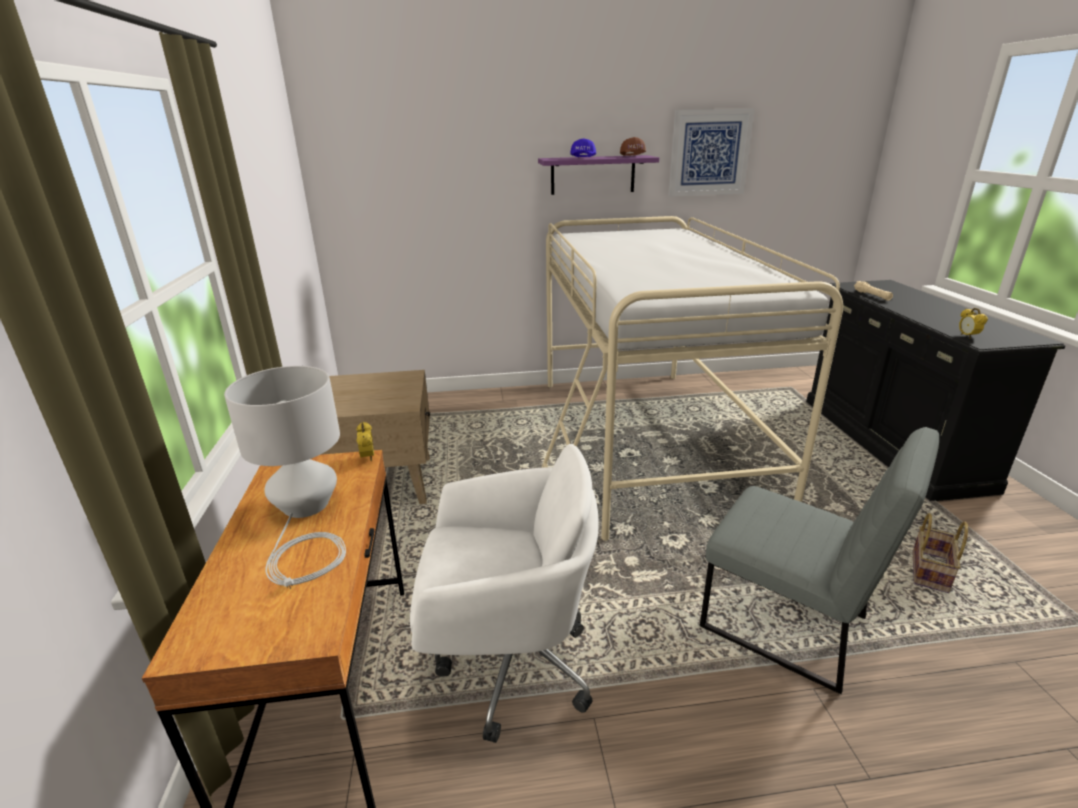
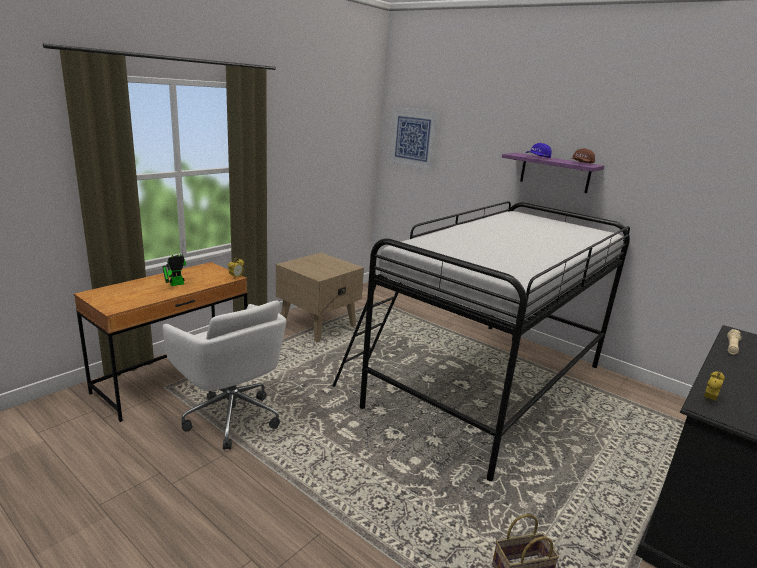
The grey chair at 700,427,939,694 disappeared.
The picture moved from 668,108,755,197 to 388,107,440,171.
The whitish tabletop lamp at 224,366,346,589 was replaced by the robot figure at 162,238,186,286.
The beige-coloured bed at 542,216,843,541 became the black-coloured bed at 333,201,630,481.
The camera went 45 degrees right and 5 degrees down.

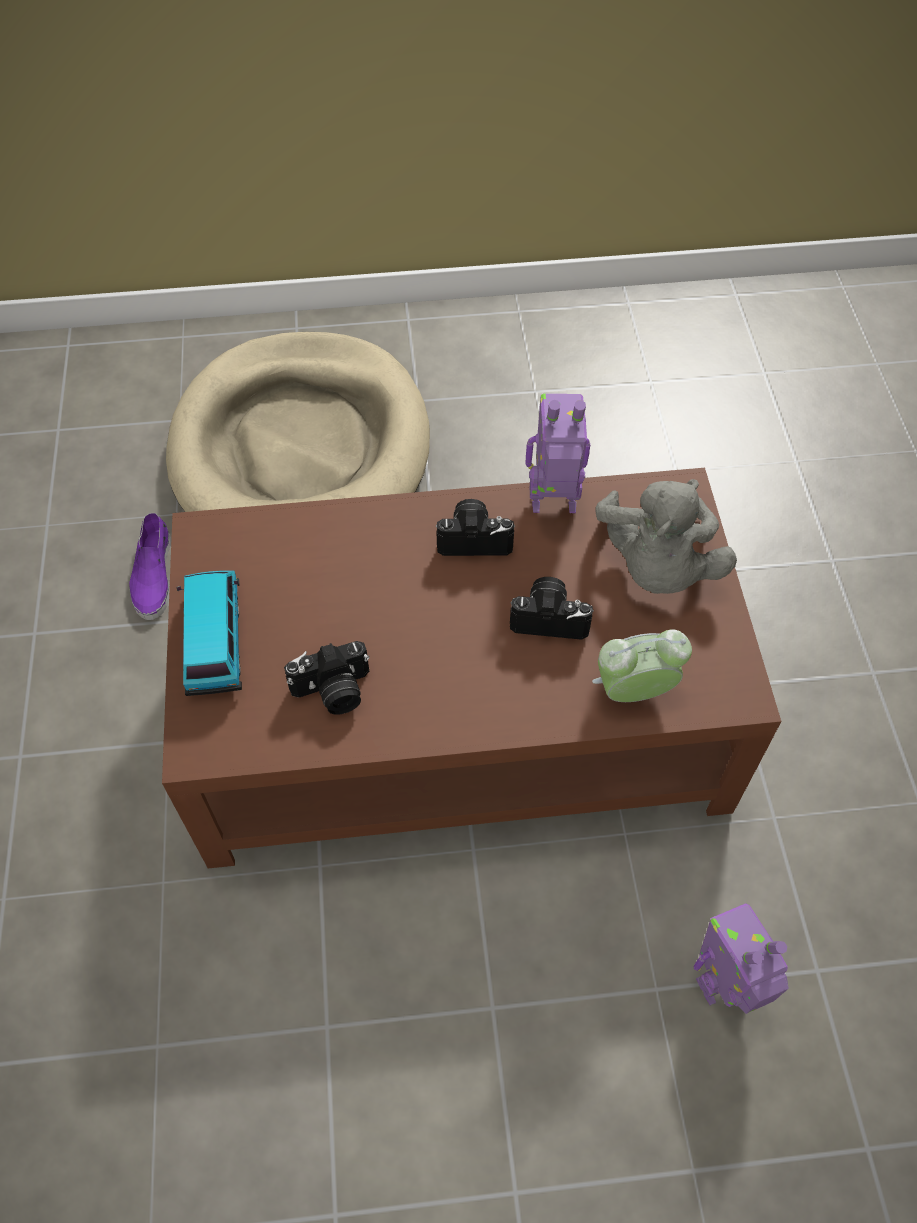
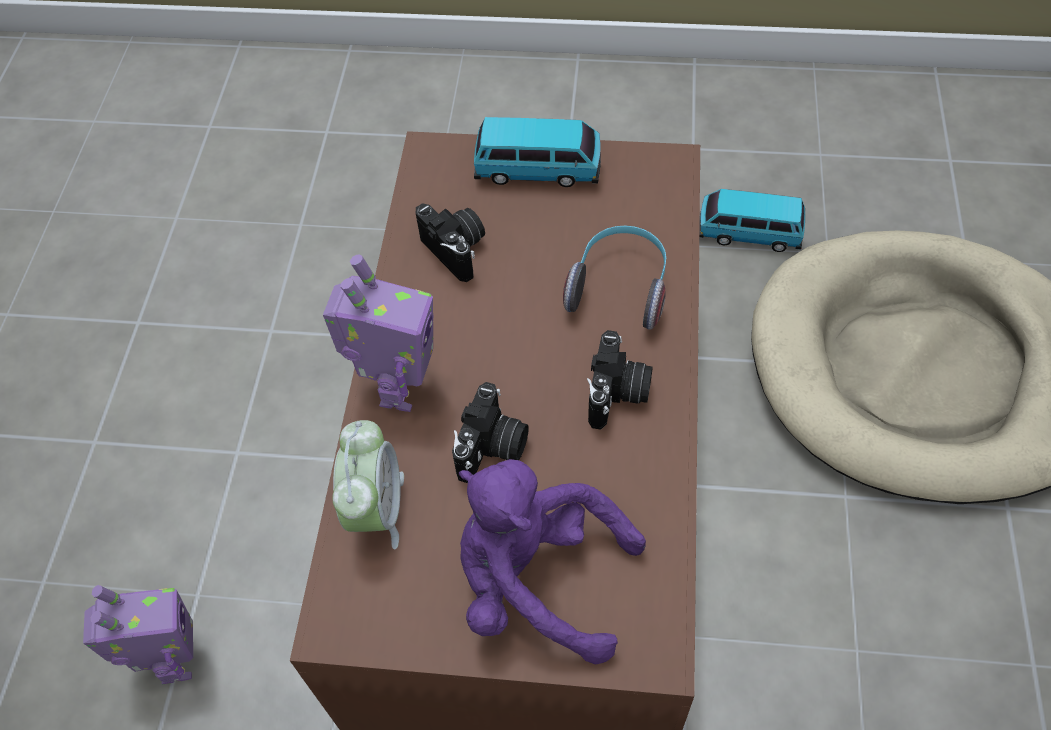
The headphones at 563,226,666,330 appeared.
The robot figure moved from 525,393,590,513 to 323,254,433,412.
The purple low shoe at 129,513,171,620 was replaced by the model car at 699,189,805,252.
The grey plush toy at 595,479,737,594 became the purple plush toy at 459,459,646,664.
The photo camera at 284,641,369,715 turned 150 degrees clockwise.
The camera went 105 degrees right and 0 degrees up.

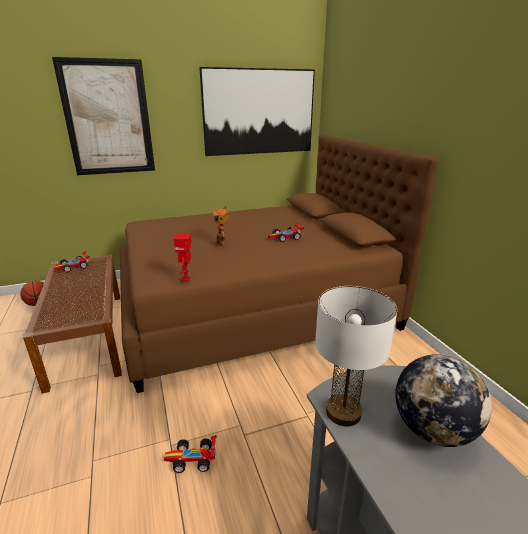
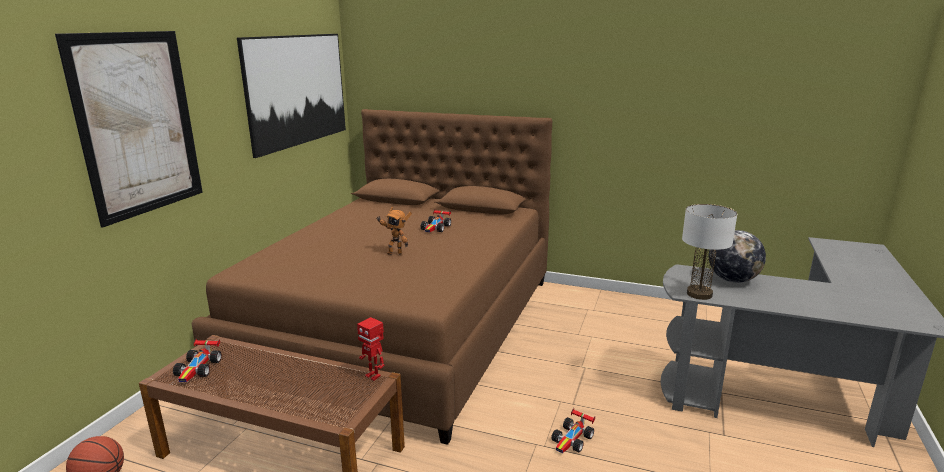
The robot figure moved from 174,234,191,282 to 357,317,384,381.
The camera went 50 degrees left and 5 degrees down.

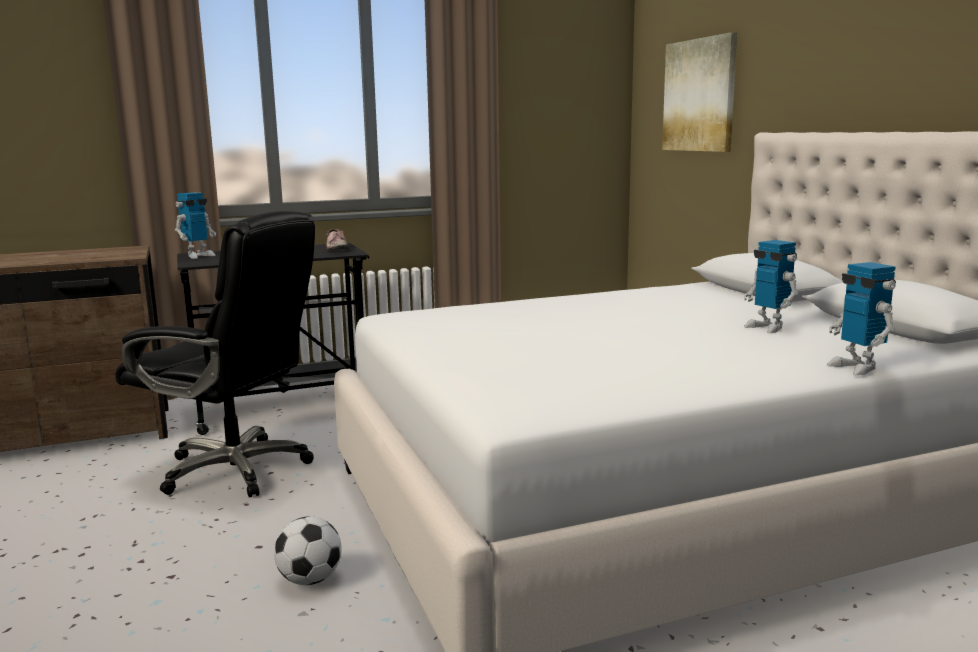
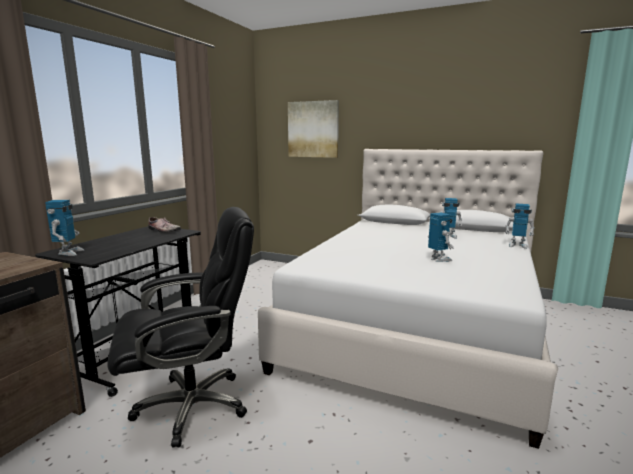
The football ball at 274,516,342,585 disappeared.
The robot figure at 428,212,454,262 appeared.
The camera went 45 degrees left and 0 degrees up.

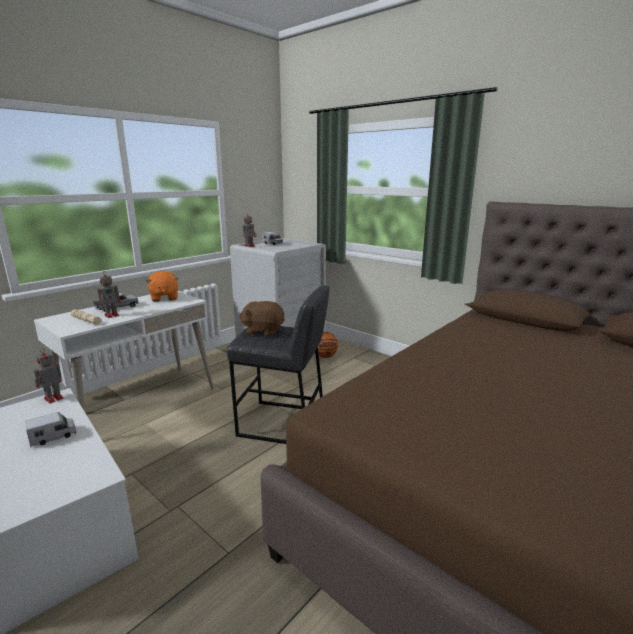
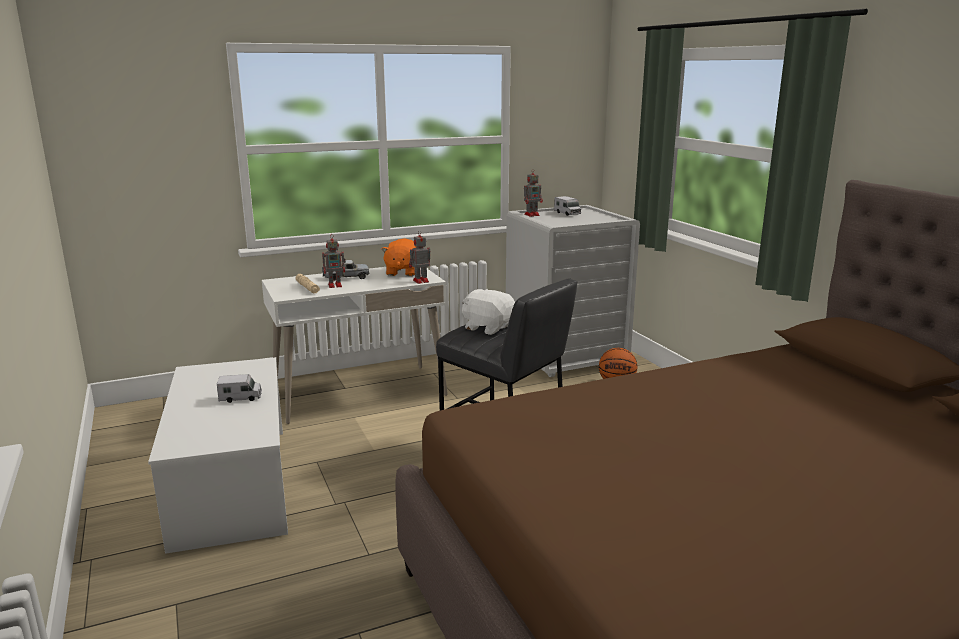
The robot figure moved from 34,348,64,404 to 409,231,430,284.
The brown-coloured plush toy at 239,301,285,336 became the whitish plush toy at 462,289,515,335.
The camera went 25 degrees right and 0 degrees up.

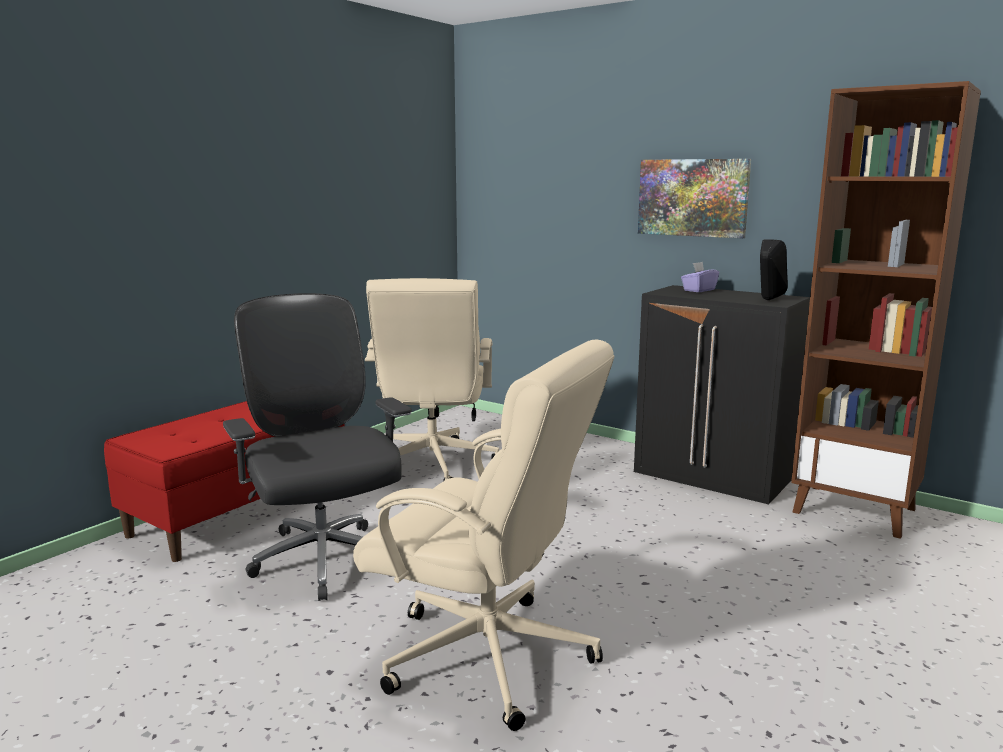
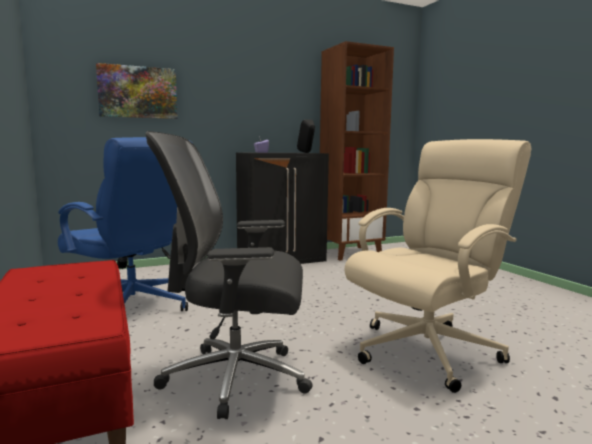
The picture moved from 638,159,751,239 to 96,63,178,119.
The beige-coloured computer chair at 365,278,499,481 became the bluish computer chair at 58,137,191,311.
The camera went 60 degrees left and 5 degrees down.

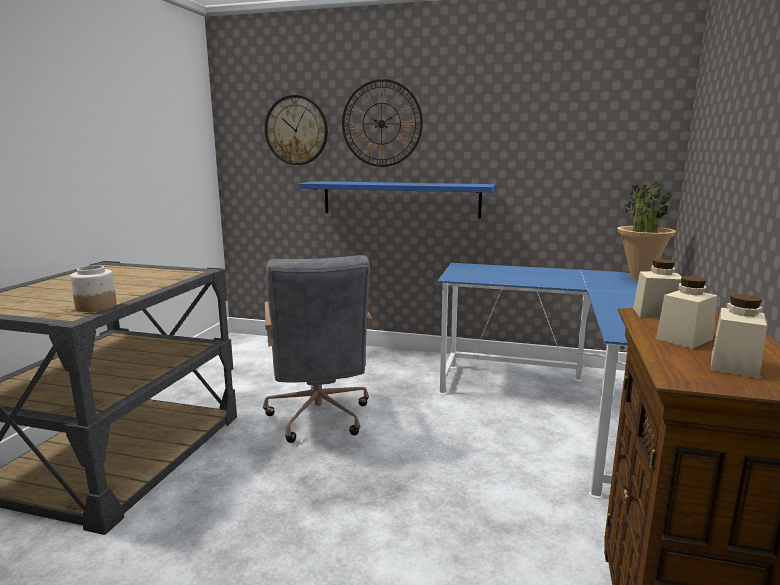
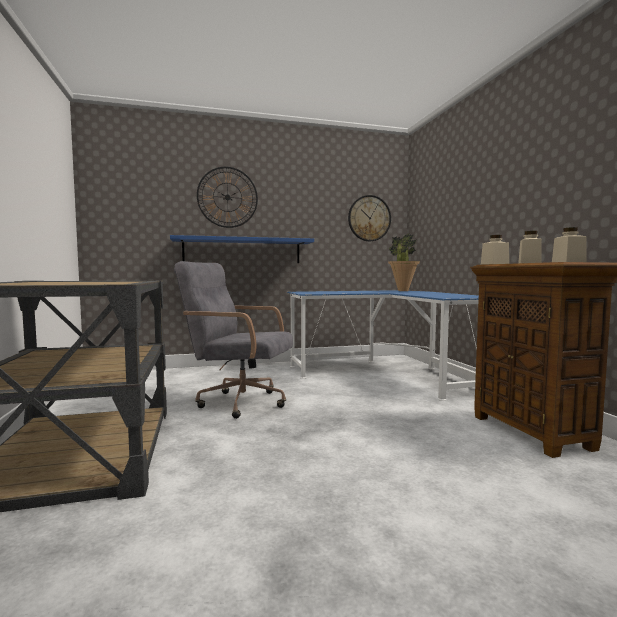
The jar at 70,265,117,312 disappeared.
The clock on the wall moved from 265,95,328,165 to 348,195,391,241.
The grey computer chair at 263,255,372,443 turned 150 degrees clockwise.
The camera went 30 degrees left and 10 degrees down.

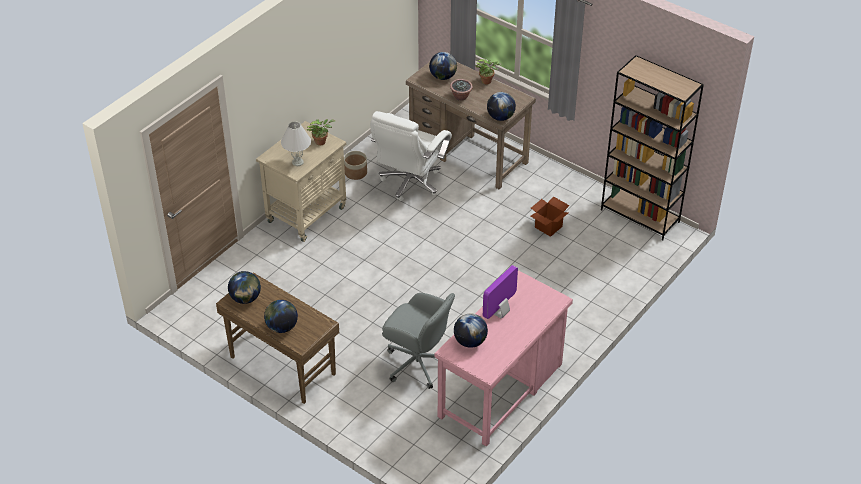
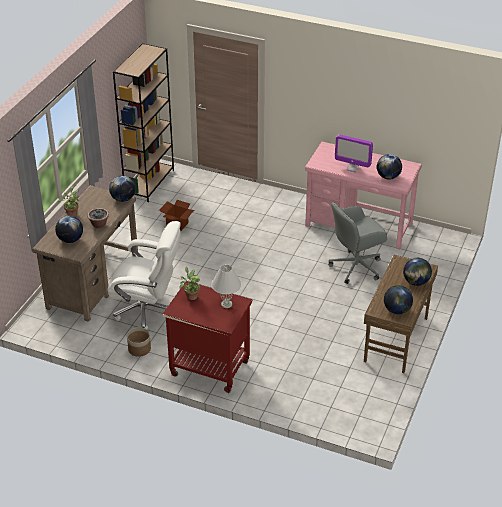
The beige-coloured trolley at 256,121,346,242 became the red-coloured trolley at 163,281,253,393.
The grey computer chair at 382,293,455,389 turned 135 degrees counterclockwise.
The camera went 105 degrees left and 5 degrees down.

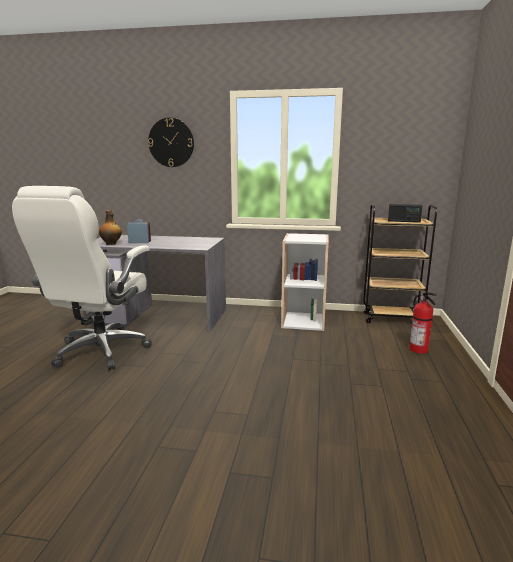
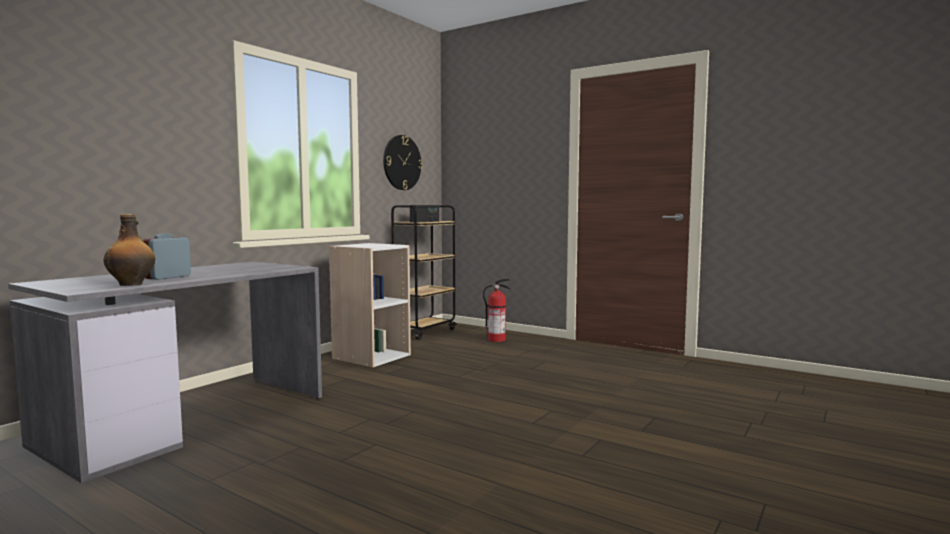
The whitish computer chair at 12,186,152,370 disappeared.
The clock on the wall moved from 148,118,194,167 to 383,135,423,190.
The camera went 65 degrees left and 10 degrees down.

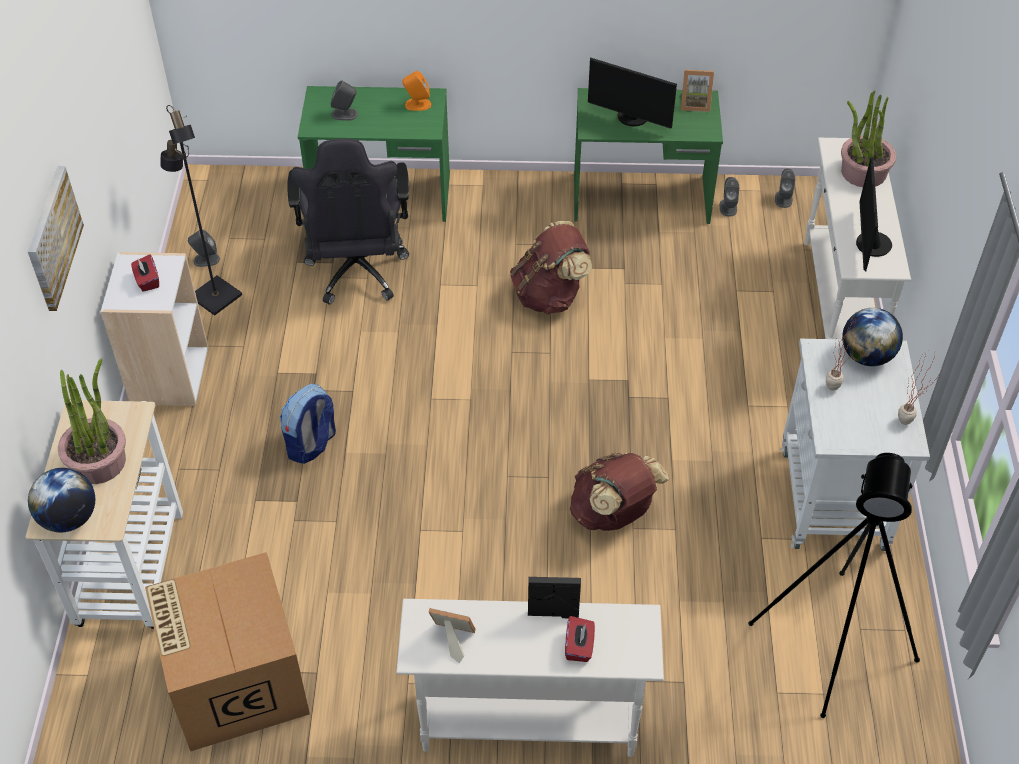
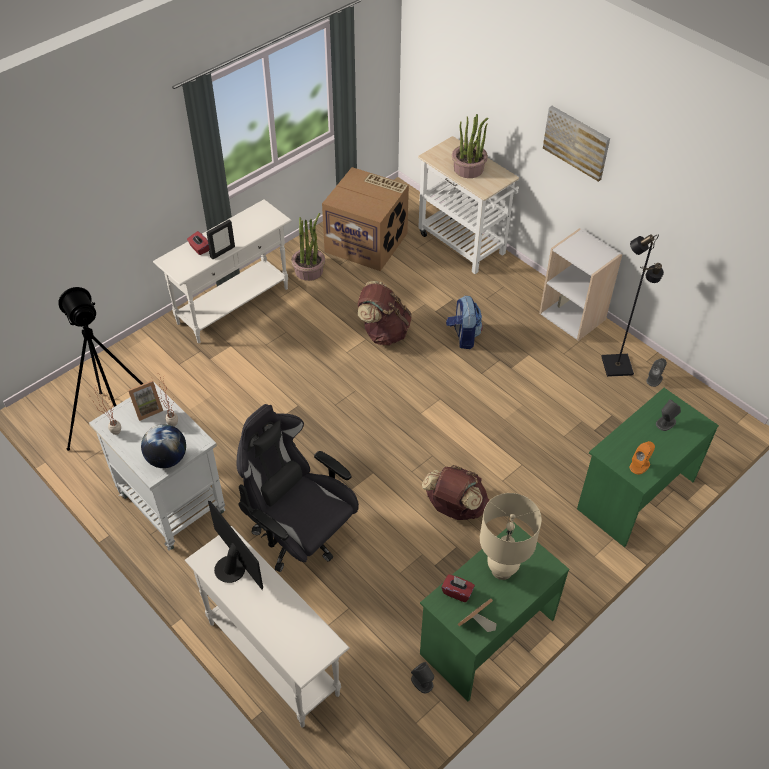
The world globe at 28,468,95,532 disappeared.
The grey speaker at 775,169,795,208 disappeared.
The red-coloured box of tissues moved from 131,254,159,292 to 441,574,475,602.
The black-coloured computer chair moved from 287,139,409,305 to 237,404,359,572.
The picture frame moved from 429,608,476,663 to 128,380,163,421.
The brown-coloured rucksack moved from 570,453,669,531 to 357,281,412,346.
The potted plant moved from 841,90,896,187 to 291,213,325,281.
The computer screen at 588,57,677,128 was replaced by the beige-coloured tabletop lamp at 480,493,542,580.
The camera went 135 degrees right and 0 degrees up.

